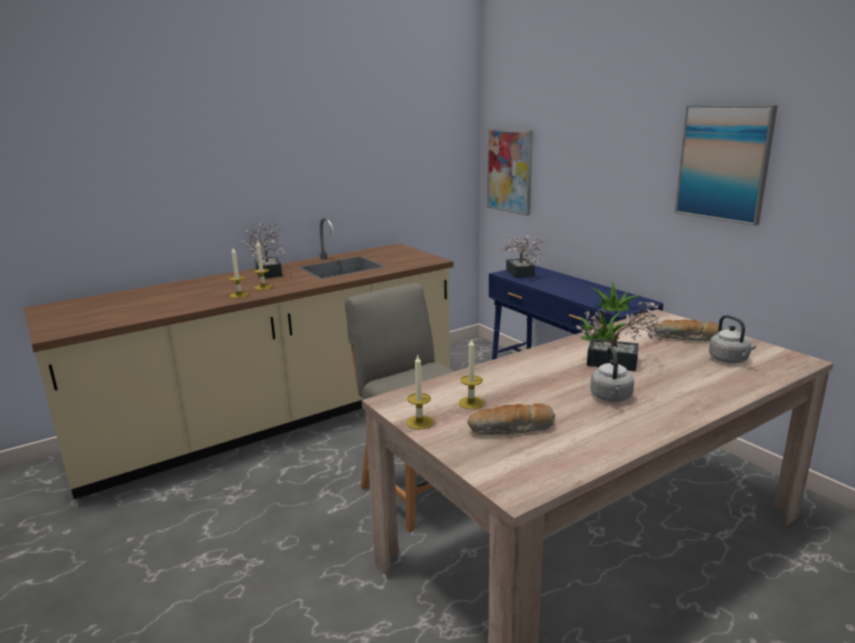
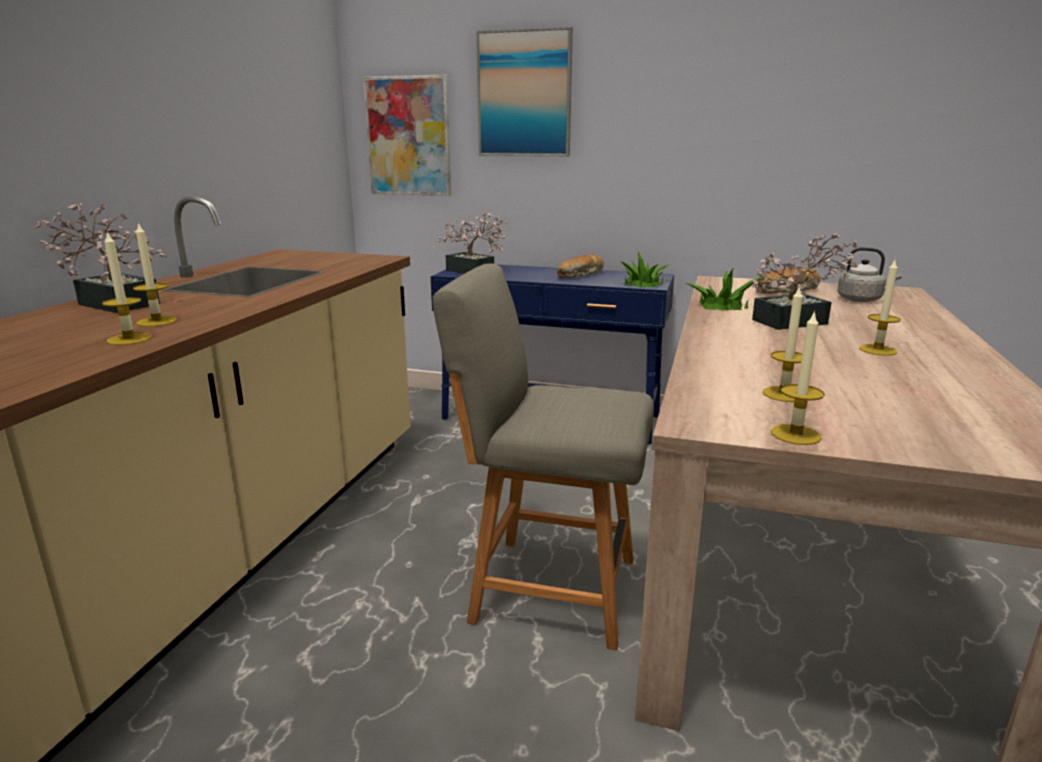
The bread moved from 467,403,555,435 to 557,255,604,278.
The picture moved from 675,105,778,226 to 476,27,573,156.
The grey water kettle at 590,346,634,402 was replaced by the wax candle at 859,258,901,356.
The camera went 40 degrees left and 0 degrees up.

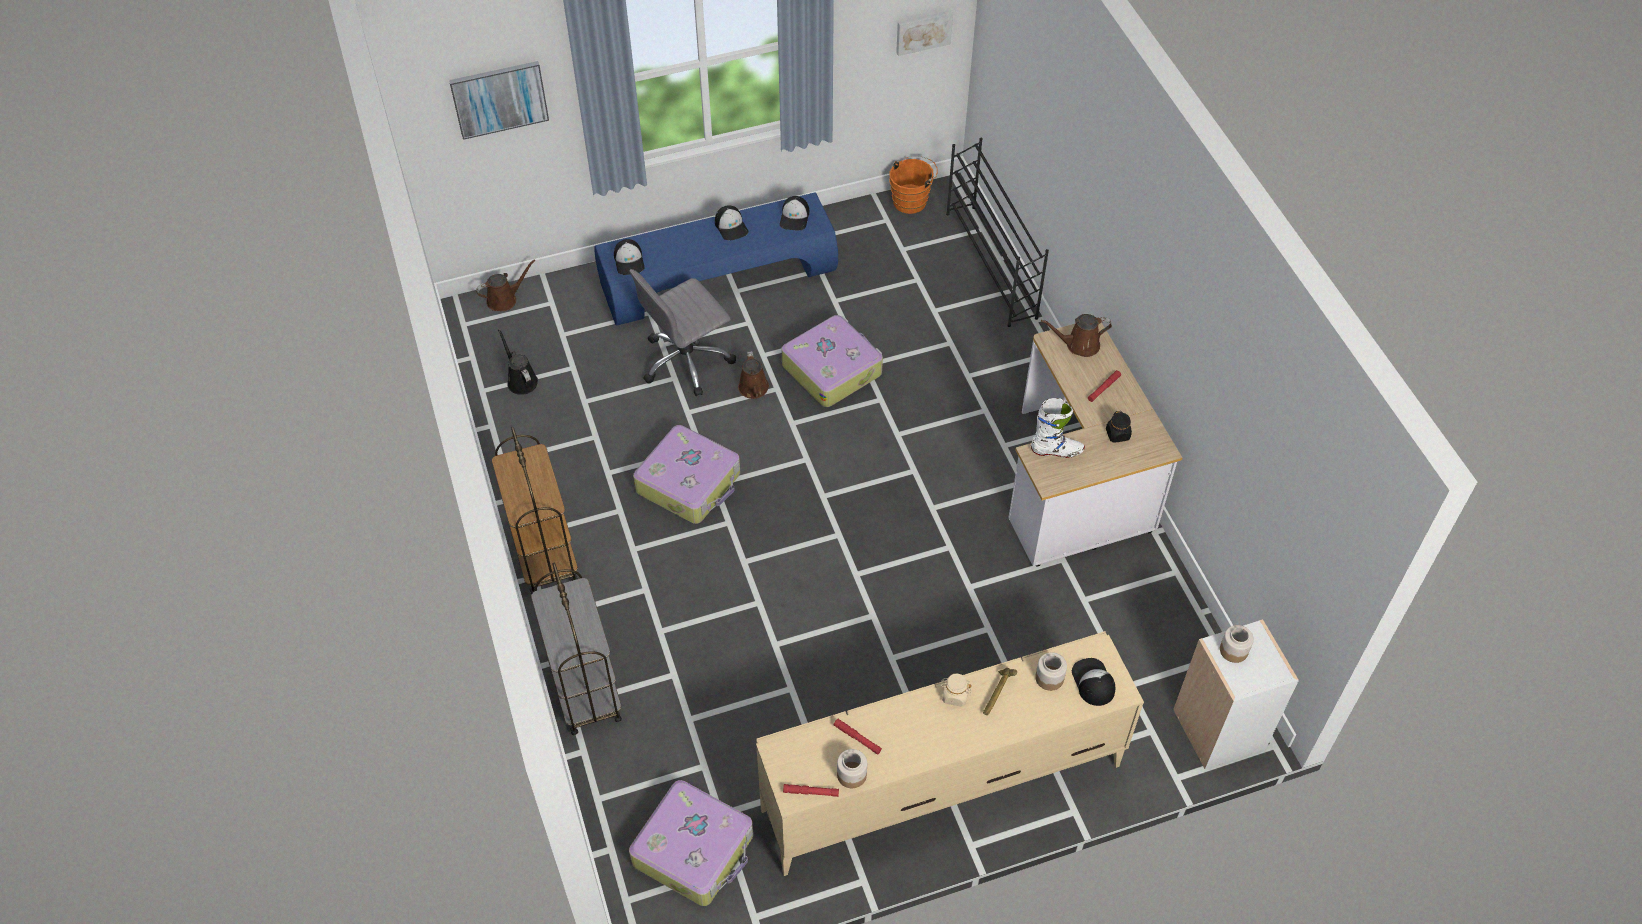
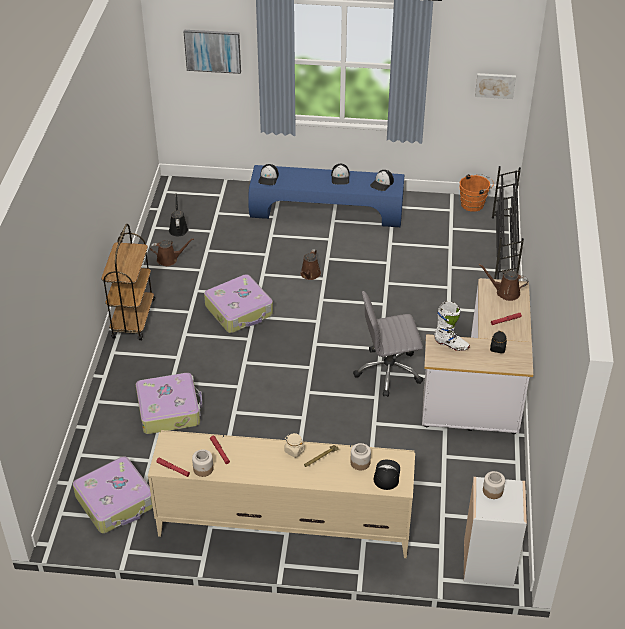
The grey trolley at 531,563,622,735 disappeared.
The brown-coloured watering can moved from 476,259,535,311 to 150,238,194,266.
The grey computer chair moved from 629,269,736,396 to 353,291,423,397.
The piece of luggage moved from 781,315,883,407 to 136,373,203,434.
The camera went 25 degrees right and 10 degrees down.

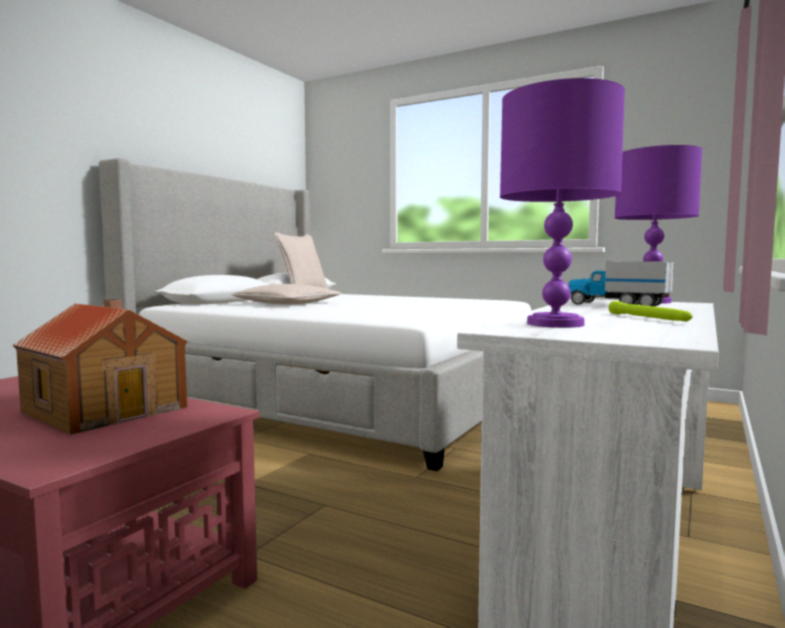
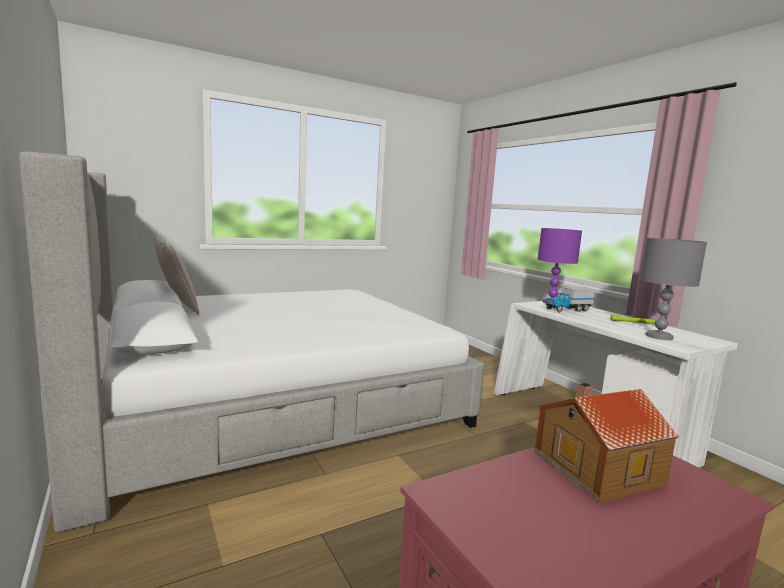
The beige-coloured throw pillow at 231,284,342,305 disappeared.
The purple tabletop lamp at 500,78,625,328 became the grey tabletop lamp at 640,238,707,340.
The camera went 60 degrees left and 5 degrees up.

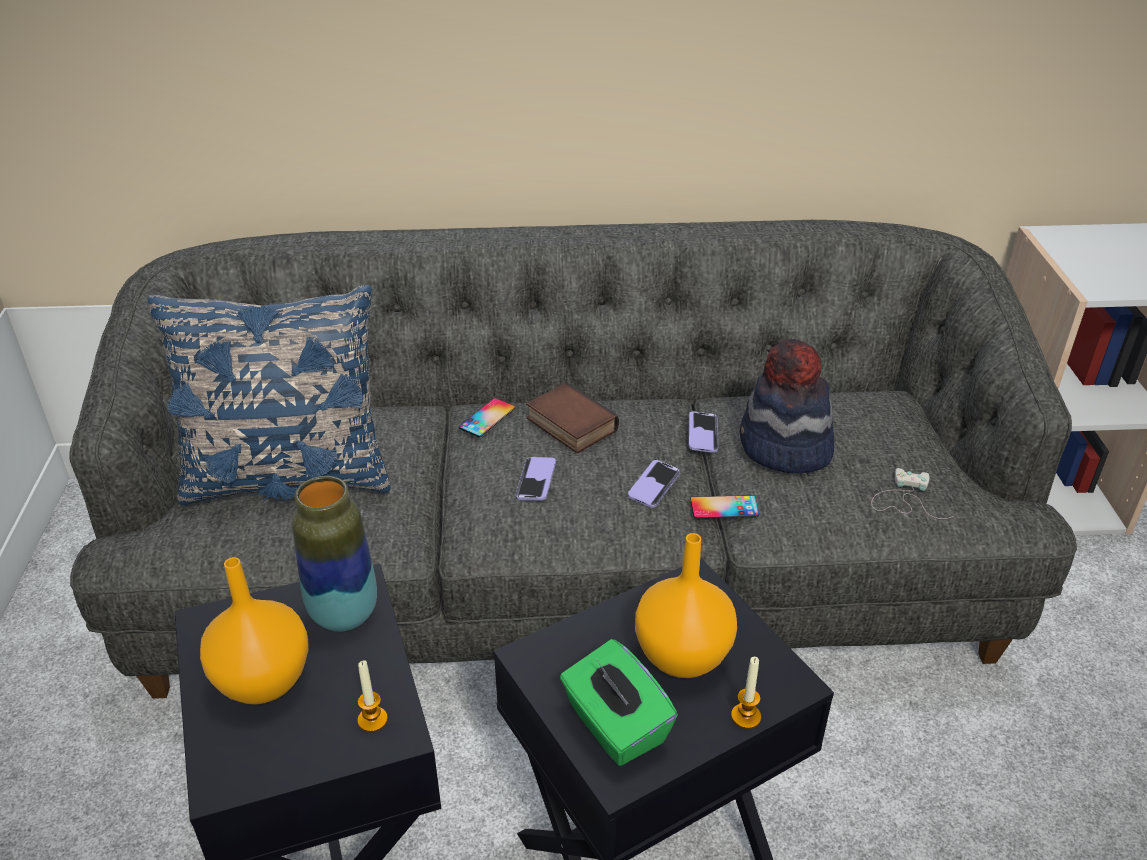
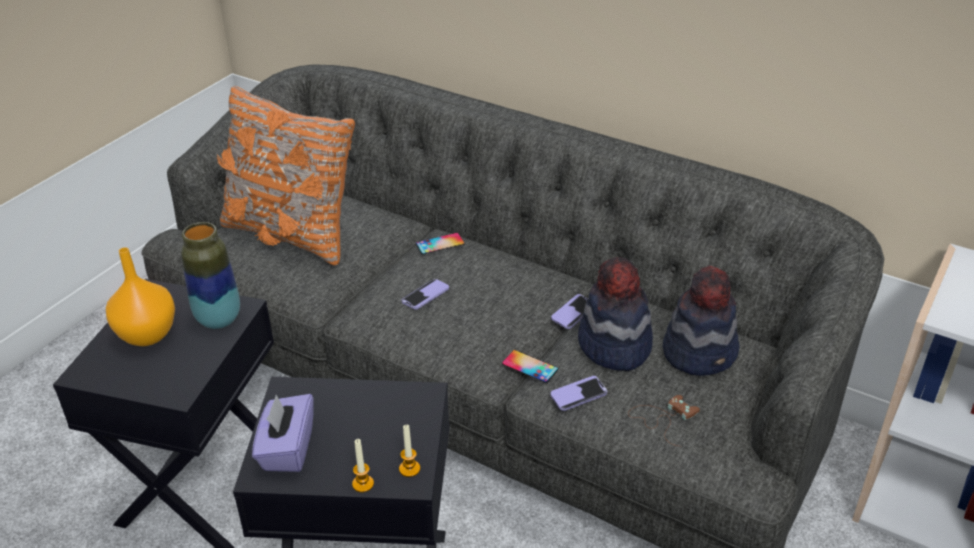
The volume at 526,382,619,453 disappeared.
The orange-coloured flower vase at 635,533,737,678 disappeared.
The clothing hat at 663,266,739,376 appeared.
The wax candle moved from 357,660,388,732 to 399,424,420,477.
The telephone moved from 628,460,680,508 to 550,376,607,411.
The bluish throw pillow at 148,285,390,505 became the orange-coloured throw pillow at 217,86,355,266.
The green-coloured box of tissues at 560,639,678,766 became the purple box of tissues at 252,394,314,472.
The whitish gamepad at 871,468,953,519 became the brown-coloured gamepad at 628,395,700,447.
The camera went 35 degrees right and 0 degrees up.

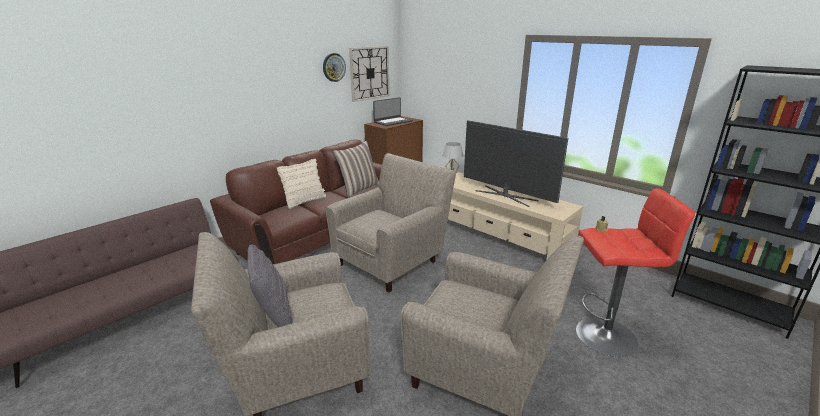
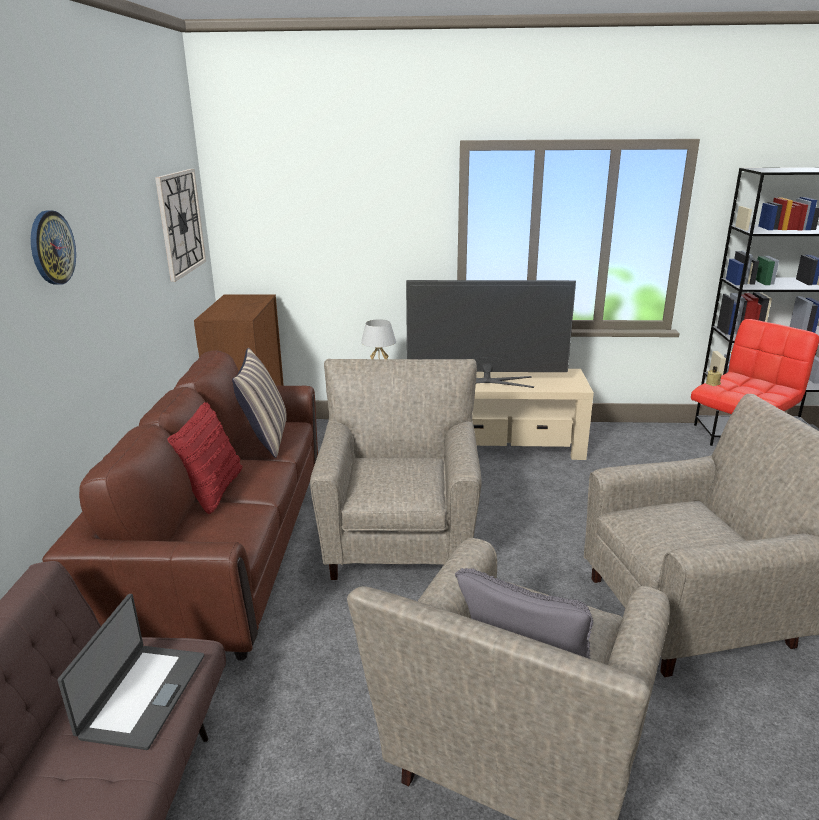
The clock on the wall moved from 323,53,346,82 to 31,211,76,285.
The notebook computer moved from 373,97,413,126 to 57,594,204,750.
The beige-coloured throw pillow at 277,158,326,209 became the red-coloured throw pillow at 167,402,242,514.
The camera went 40 degrees left and 0 degrees up.

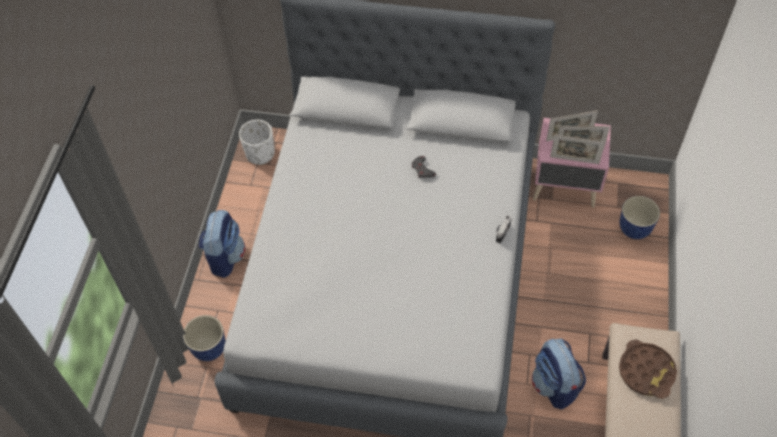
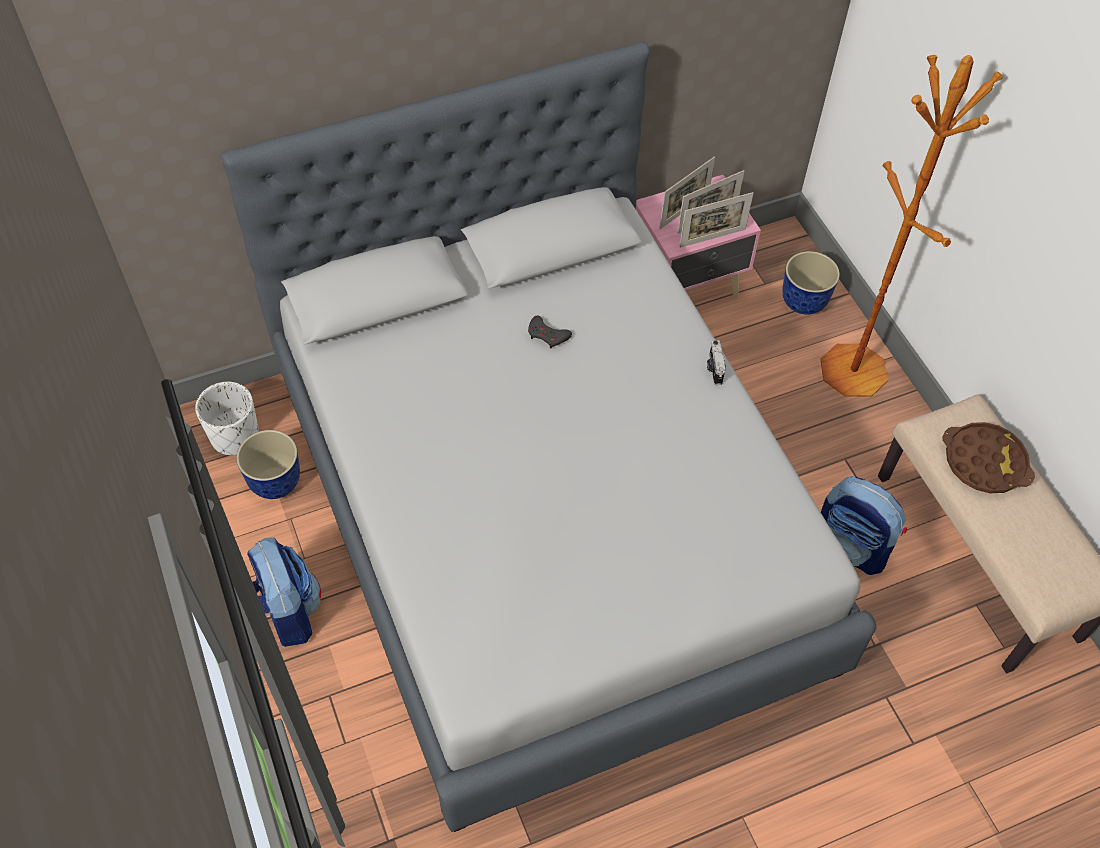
The orange-coloured clothes rack at 820,55,1003,397 appeared.
The plant pot moved from 183,315,226,361 to 236,430,300,499.
The camera went 35 degrees left and 0 degrees up.

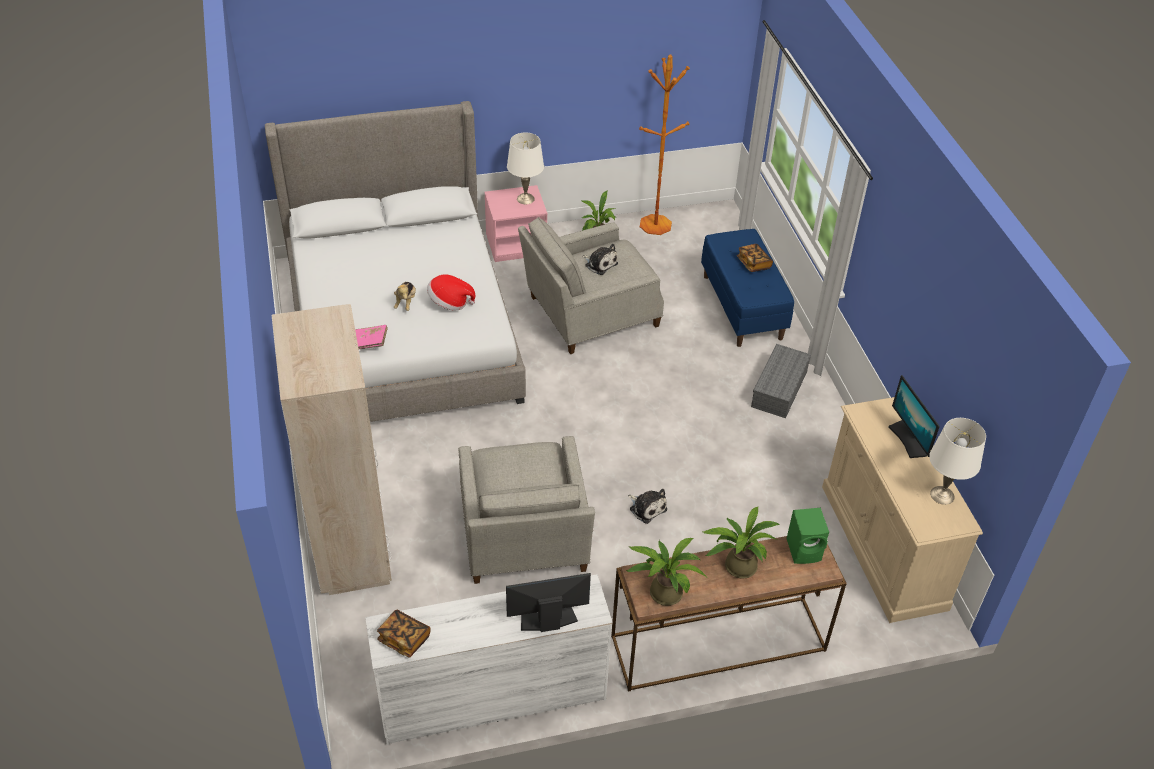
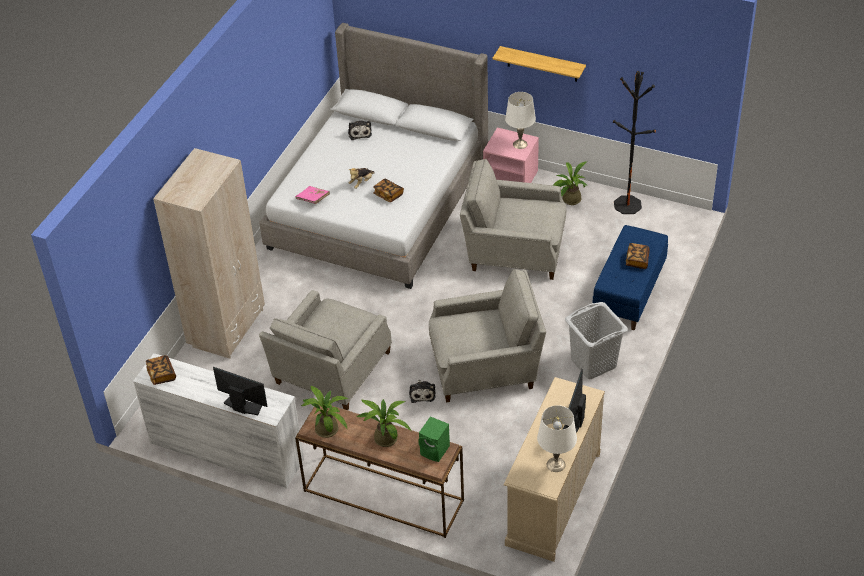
The grey armchair at 429,269,546,403 appeared.
The shelf at 492,46,586,82 appeared.
The plush toy moved from 582,244,618,275 to 348,121,372,140.
The clothing hat at 427,274,475,311 was replaced by the volume at 373,179,404,202.
The grey storage bin at 751,344,811,418 was replaced by the grey washing basket at 565,302,628,379.
The orange-coloured clothes rack at 639,54,690,235 became the black-coloured clothes rack at 613,71,656,214.
The camera went 40 degrees right and 0 degrees up.

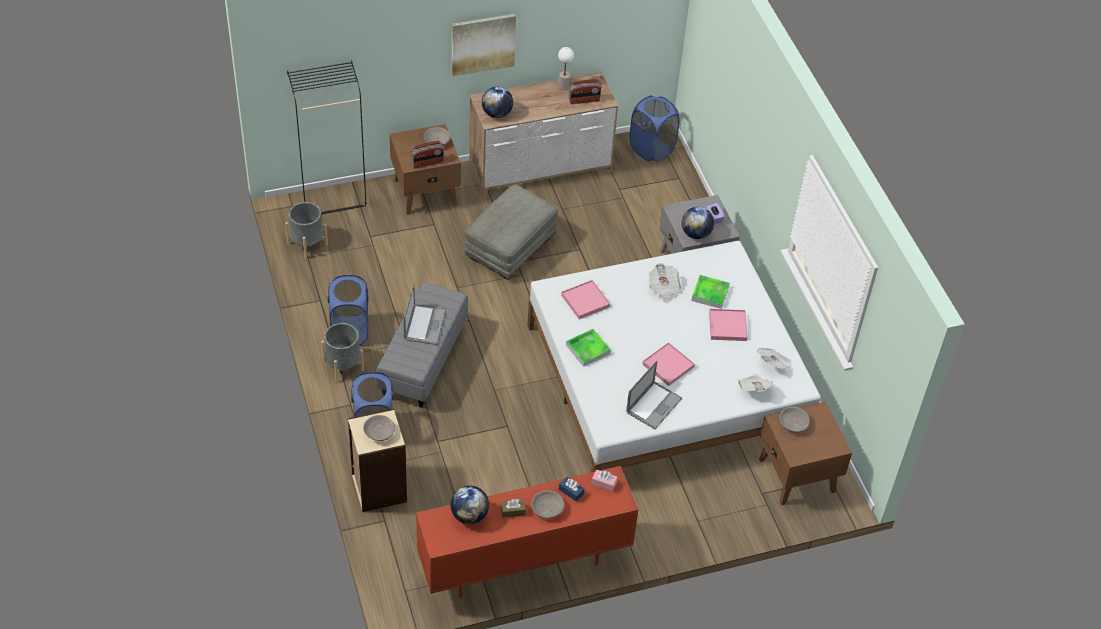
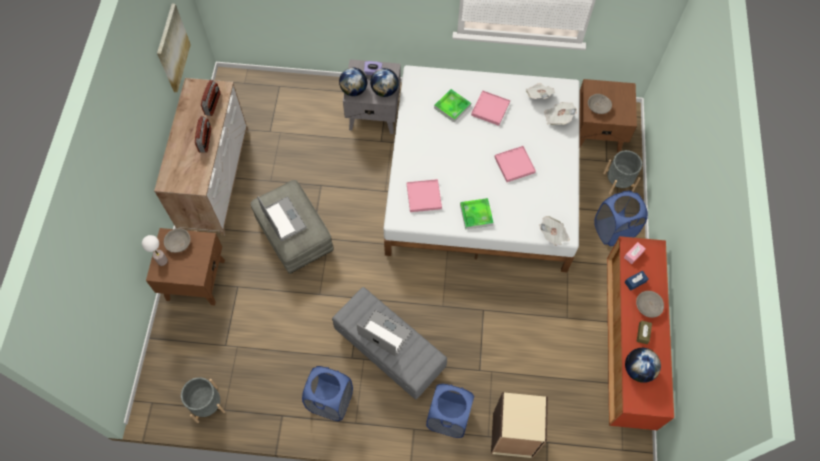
The black-coloured clothes rack at 287,60,366,214 disappeared.
The grey bowl at 363,415,395,441 disappeared.
The grey plant pot moved from 321,323,364,382 to 603,150,642,194.
The radio set moved from 411,141,444,168 to 195,116,211,153.
The picture moved from 452,14,516,76 to 157,4,191,92.
The world globe moved from 482,86,513,118 to 339,68,367,96.
The tabletop lamp moved from 558,47,574,90 to 142,235,168,266.
The notebook computer moved from 626,360,682,429 to 257,196,307,241.
The bluish washing basket moved from 629,96,680,162 to 594,190,648,246.
The newspaper moved from 649,263,682,303 to 539,216,570,245.
The camera went 65 degrees left and 15 degrees up.

